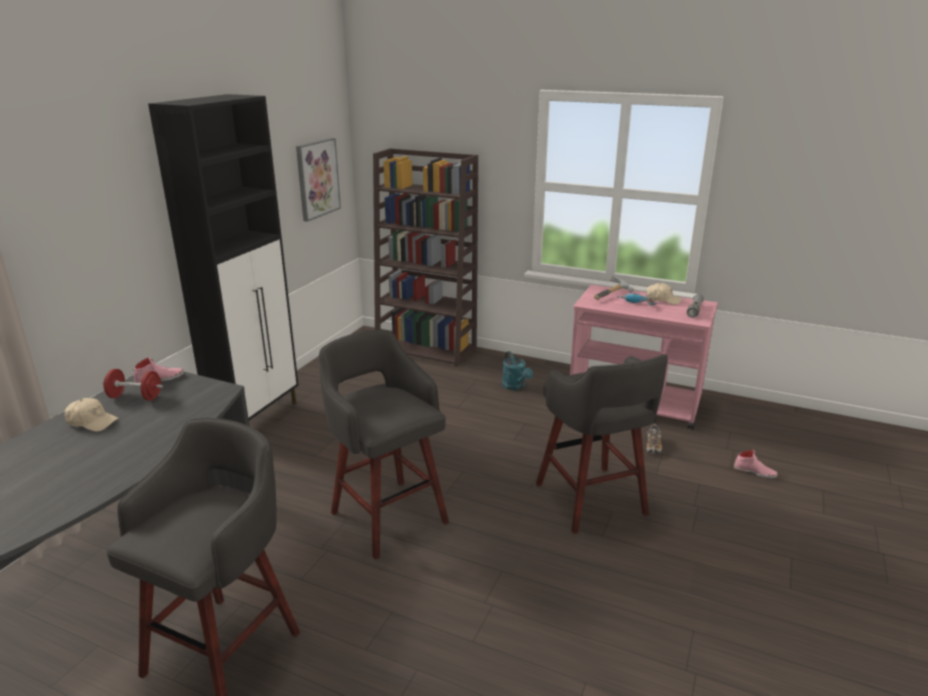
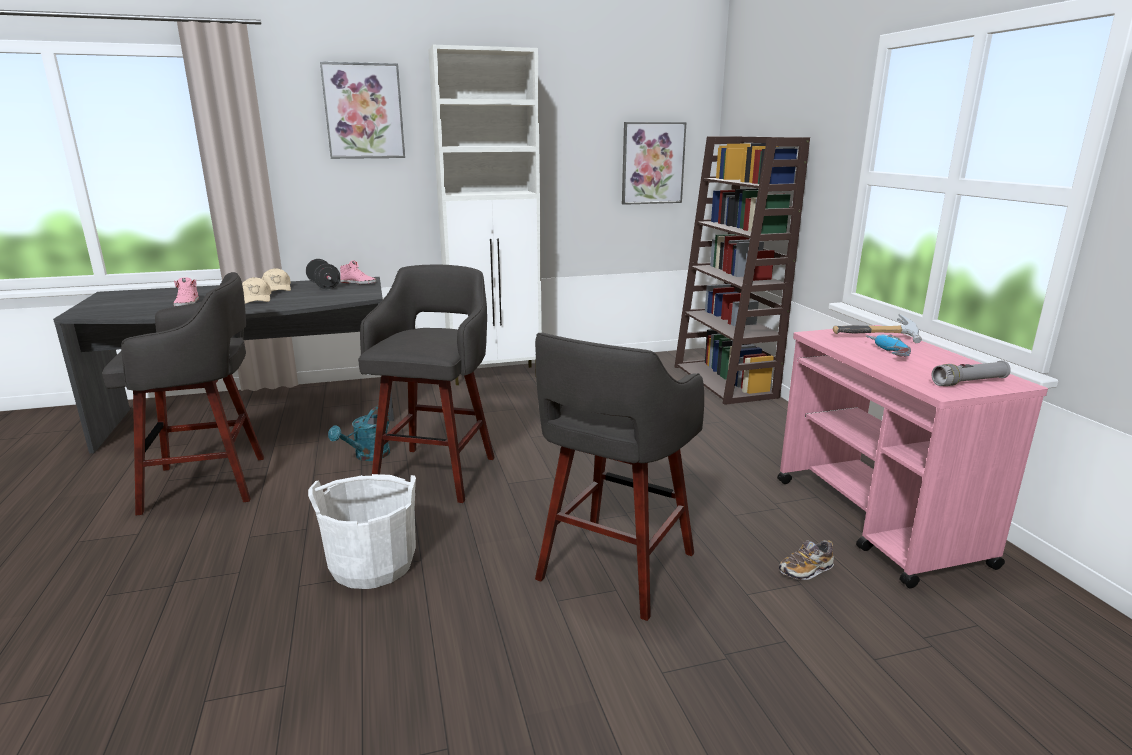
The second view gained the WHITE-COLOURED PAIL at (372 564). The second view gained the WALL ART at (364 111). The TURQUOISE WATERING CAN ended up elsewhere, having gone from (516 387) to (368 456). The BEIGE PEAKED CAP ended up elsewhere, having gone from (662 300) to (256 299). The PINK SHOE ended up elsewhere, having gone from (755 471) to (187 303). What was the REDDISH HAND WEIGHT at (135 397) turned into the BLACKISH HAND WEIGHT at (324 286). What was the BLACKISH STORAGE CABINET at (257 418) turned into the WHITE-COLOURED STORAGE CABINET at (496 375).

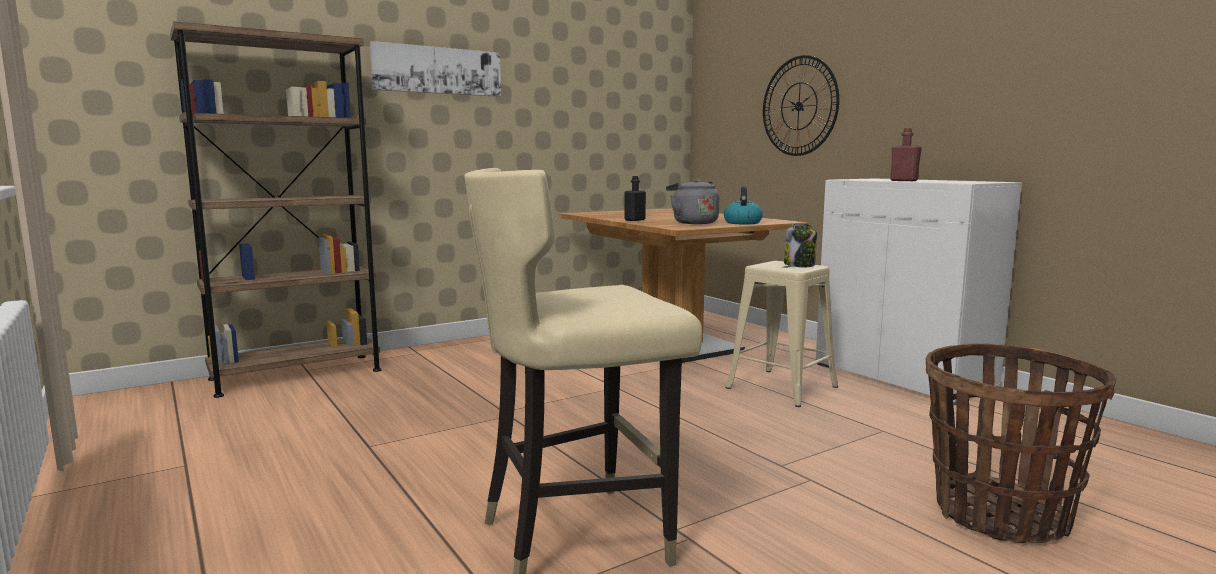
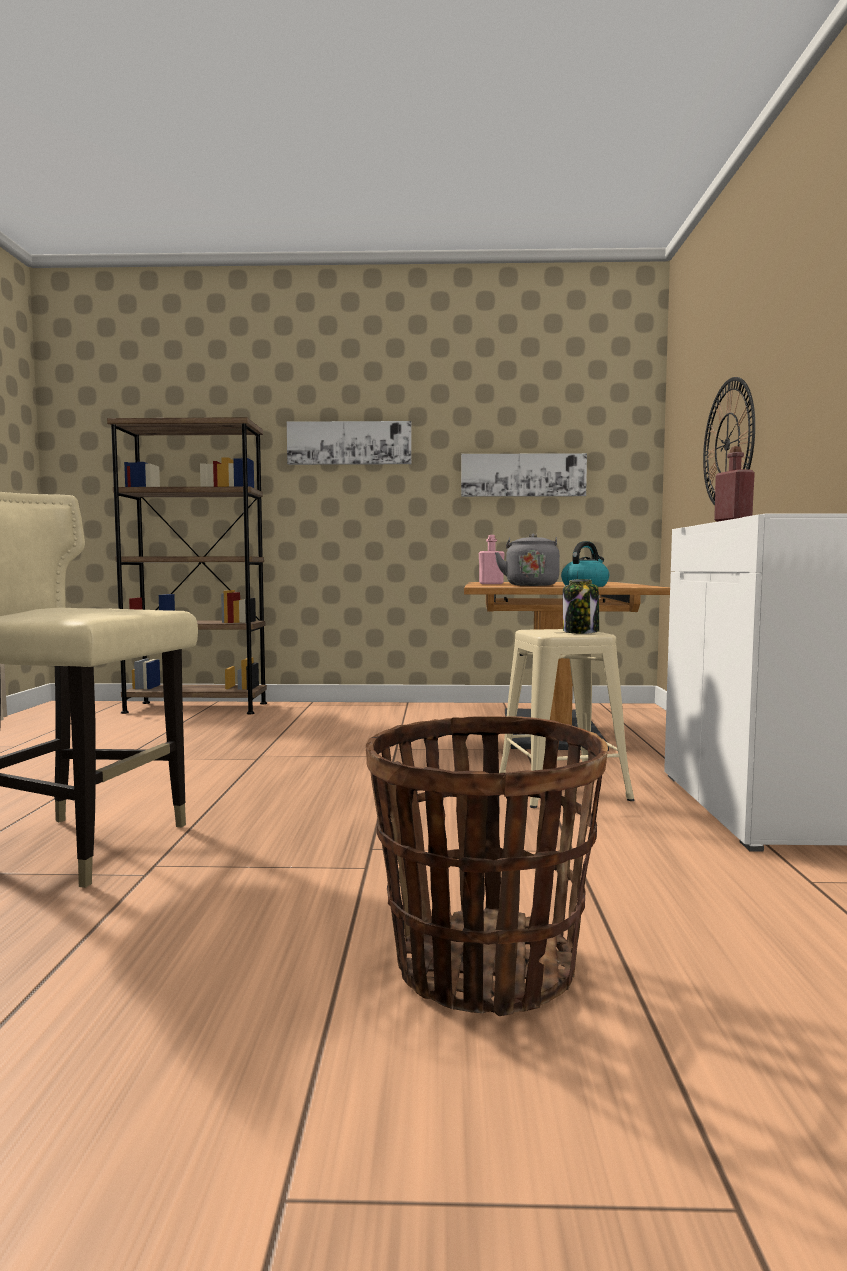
The second view gained the WALL ART at (523 475). What was the BLACKISH BOTTLE at (634 220) turned into the PINK BOTTLE at (491 584).

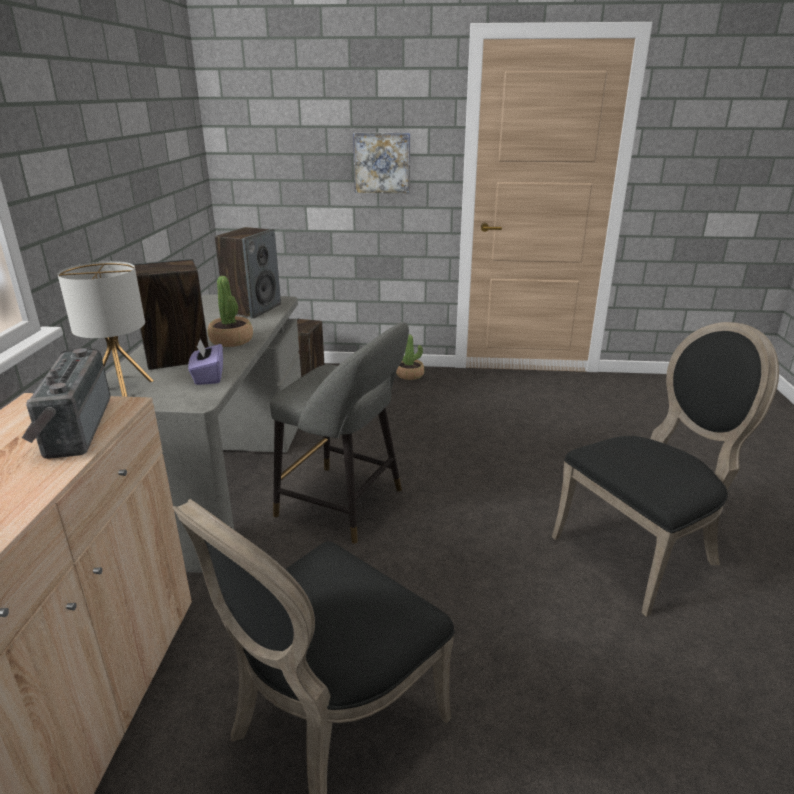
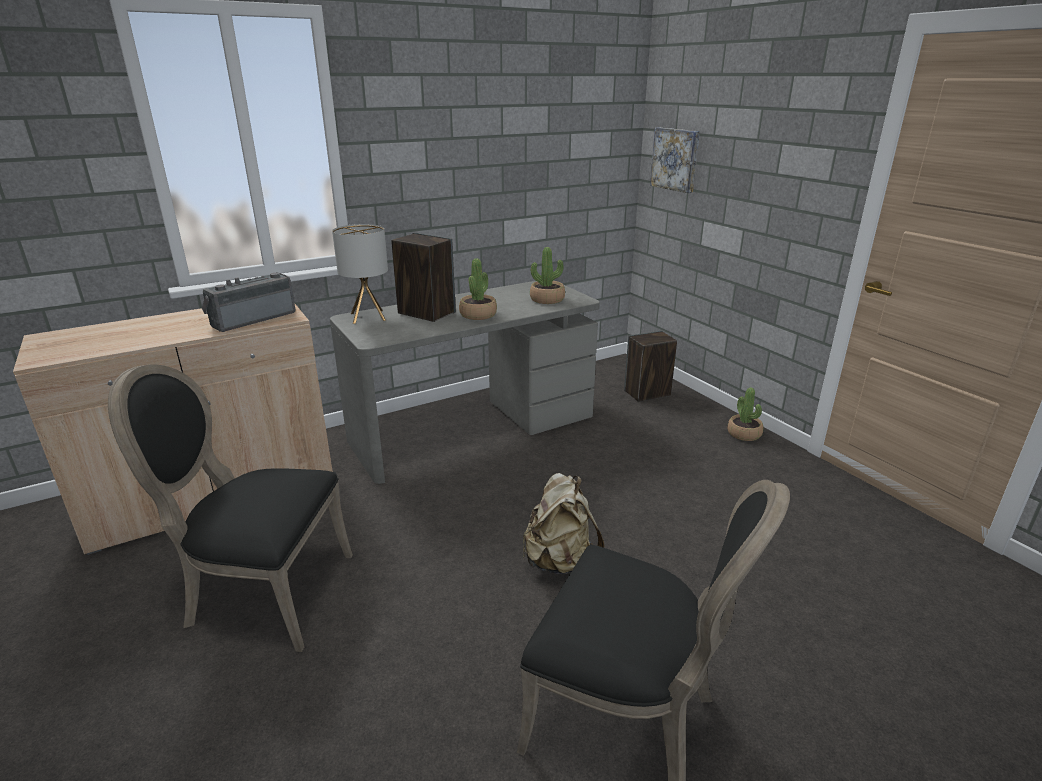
The second view lost the PURPLE BOX OF TISSUES at (208 377). The second view lost the GRAY SITTING STOOL at (346 505). The second view gained the BEIGE BACKPACK at (560 561). The WALL ART ended up elsewhere, having gone from (382 162) to (676 159). Where the LOUDSPEAKER stood at (253 309), the PLANT IN A POT came to stand at (547 299).

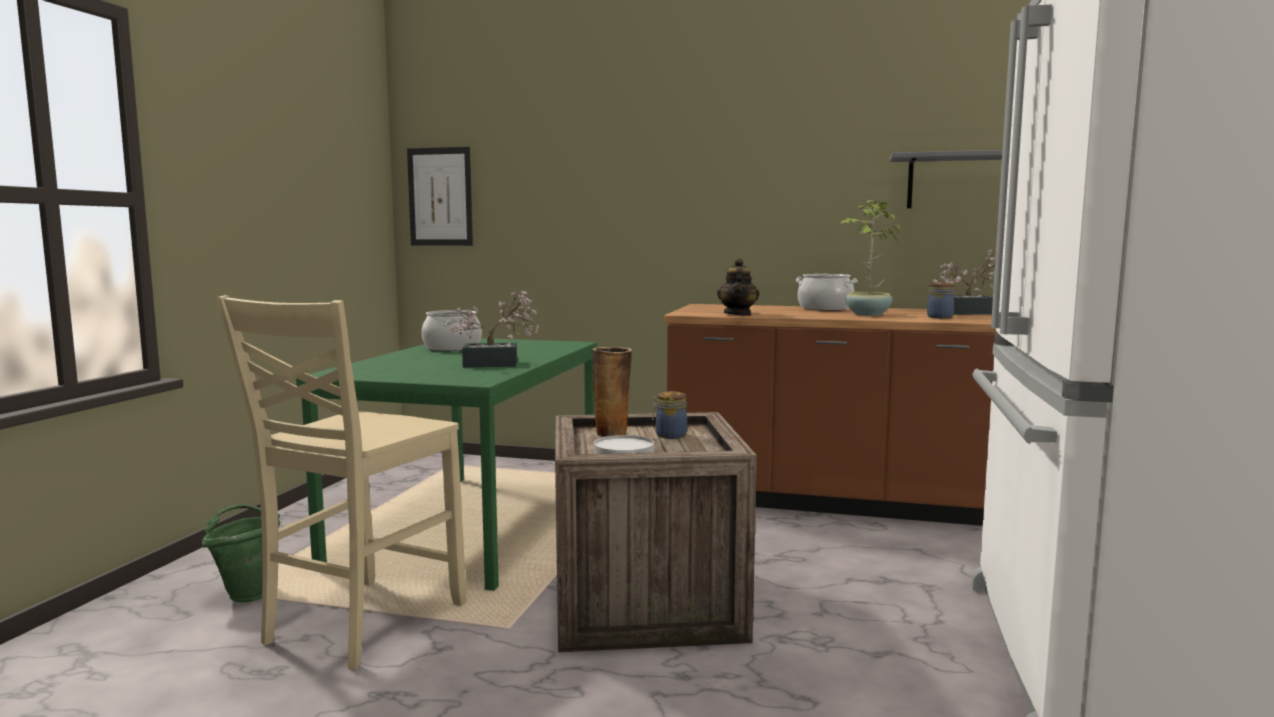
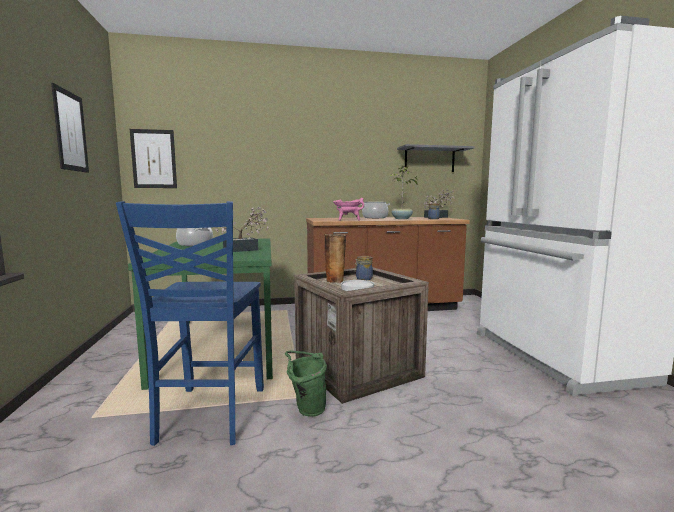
The second view gained the WALL ART at (70 131). The GREEN-COLOURED PAIL ended up elsewhere, having gone from (247 593) to (306 409). Where the POT FOR TEA stood at (738 314), the PINK SAUCEPOT came to stand at (347 220). What was the BEIGE CHAIR at (361 623) turned into the BLUE-COLOURED CHAIR at (209 415).

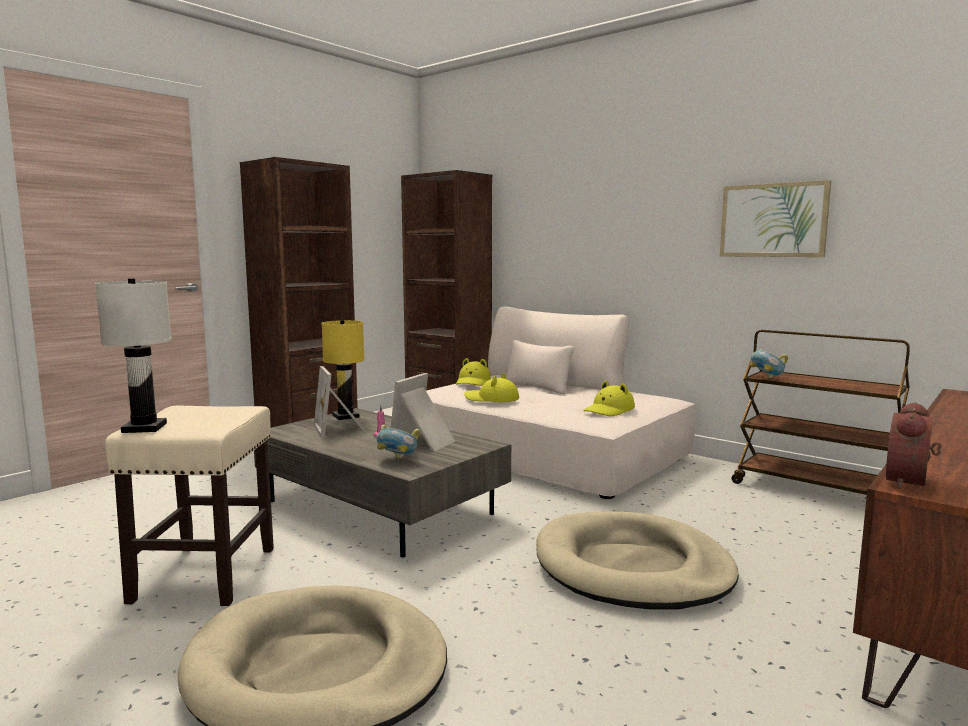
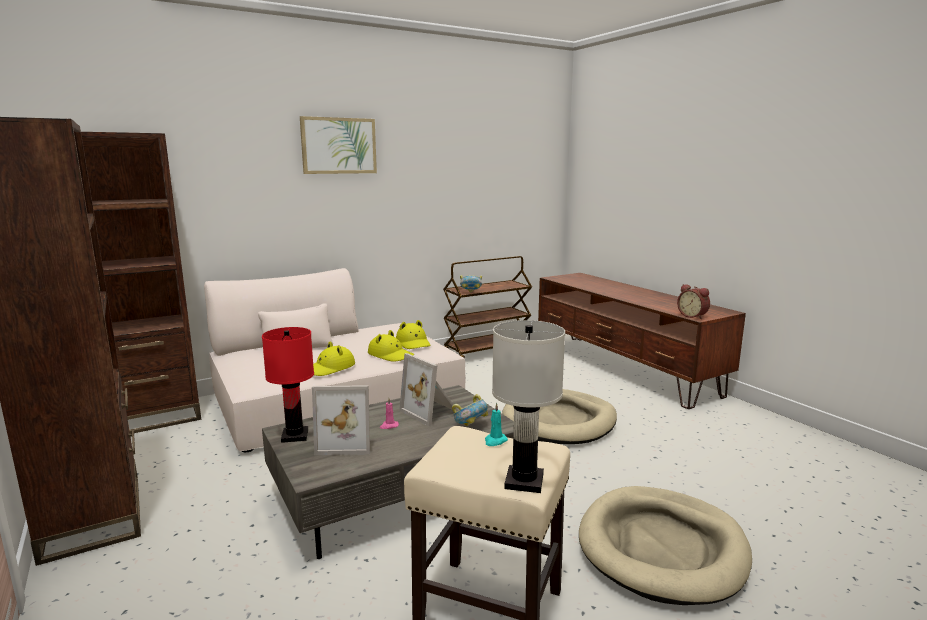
The second view gained the TURQUOISE CANDLE at (495 441). The YELLOWISH HAT ended up elsewhere, having gone from (473 382) to (390 355). The WALL ART ended up elsewhere, having gone from (773 220) to (339 146). What was the YELLOWISH LAMP FOR A TABLE at (346 416) turned into the REDDISH LAMP FOR A TABLE at (295 435).

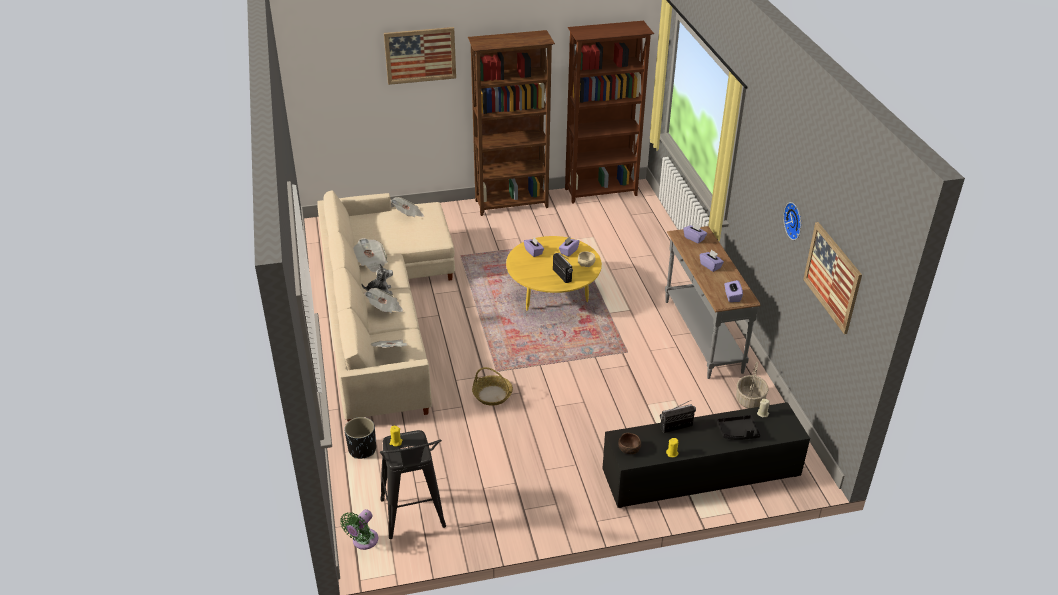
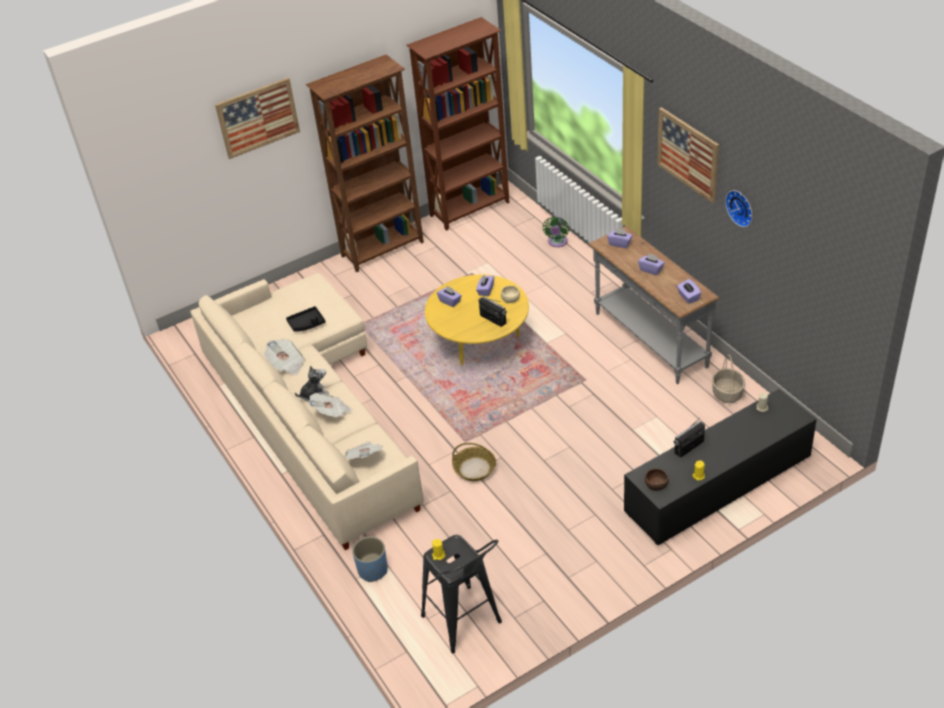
The second view lost the NEWSPAPER at (408 215). The GREEN-COLOURED COOLING FAN ended up elsewhere, having gone from (363 541) to (557 242). The BLACKISH CARRYING TRAY ended up elsewhere, having gone from (737 432) to (307 324). The WALL ART ended up elsewhere, having gone from (832 277) to (688 154). What was the BLACKISH FLOWER POT at (362 449) turned into the BLUE-COLOURED FLOWER POT at (372 570).

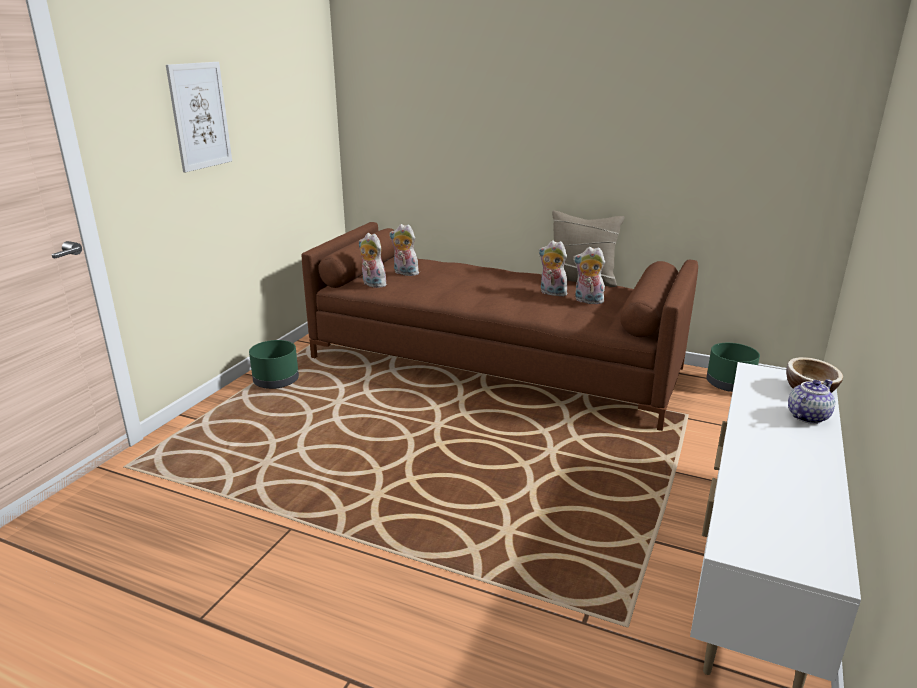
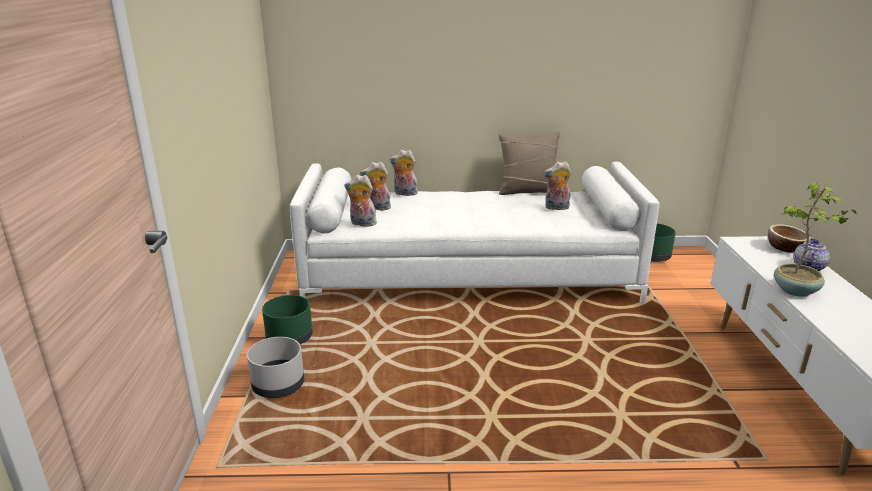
The second view lost the WALL ART at (200 116). The second view gained the GRAY FLOWER POT at (279 386). The second view gained the PLANT IN A POT at (796 291). The SOFT TOY ended up elsewhere, having gone from (551 293) to (404 194). What was the BROWN-COLOURED SETTEE at (494 363) turned into the WHITE-COLOURED SETTEE at (469 276).

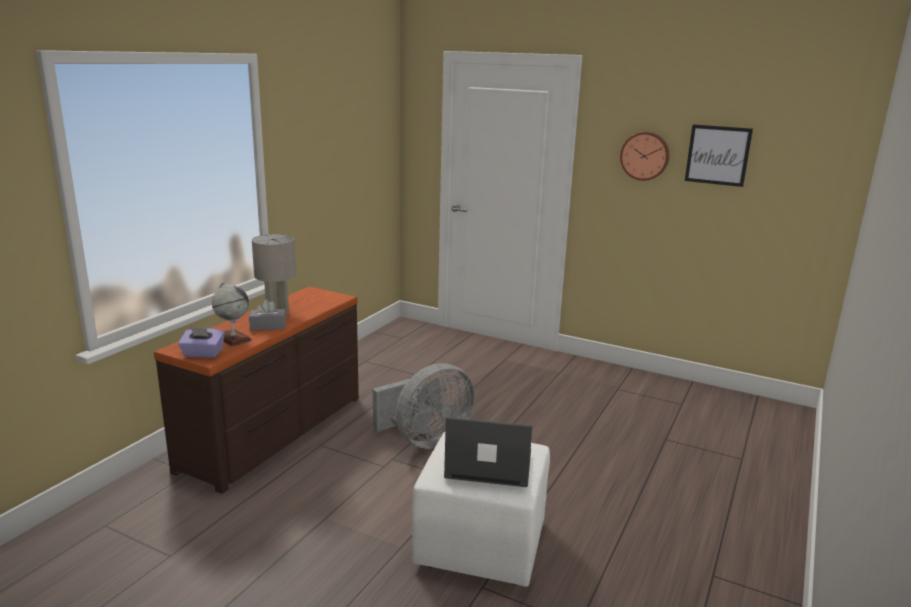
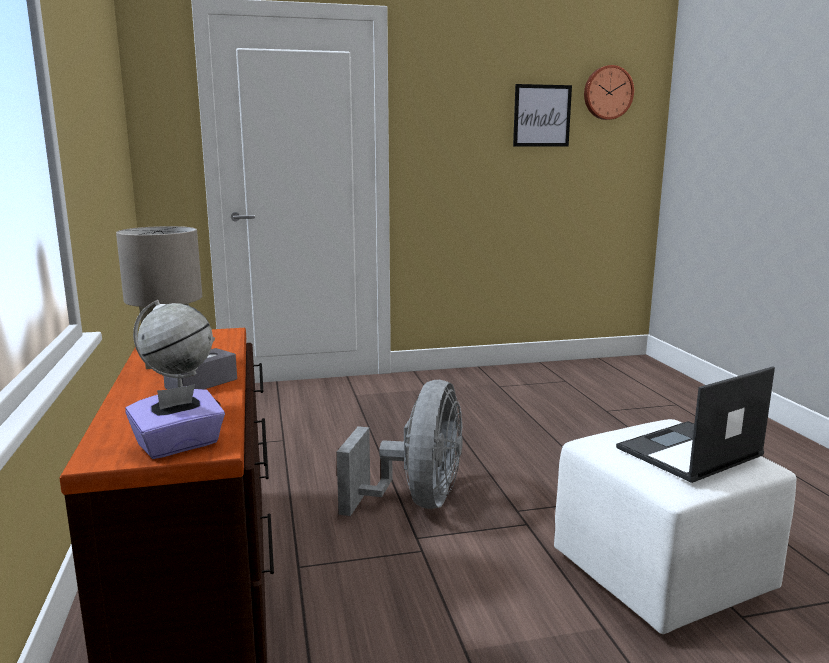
The CLOCK ON THE WALL ended up elsewhere, having gone from (645 156) to (607 93).

